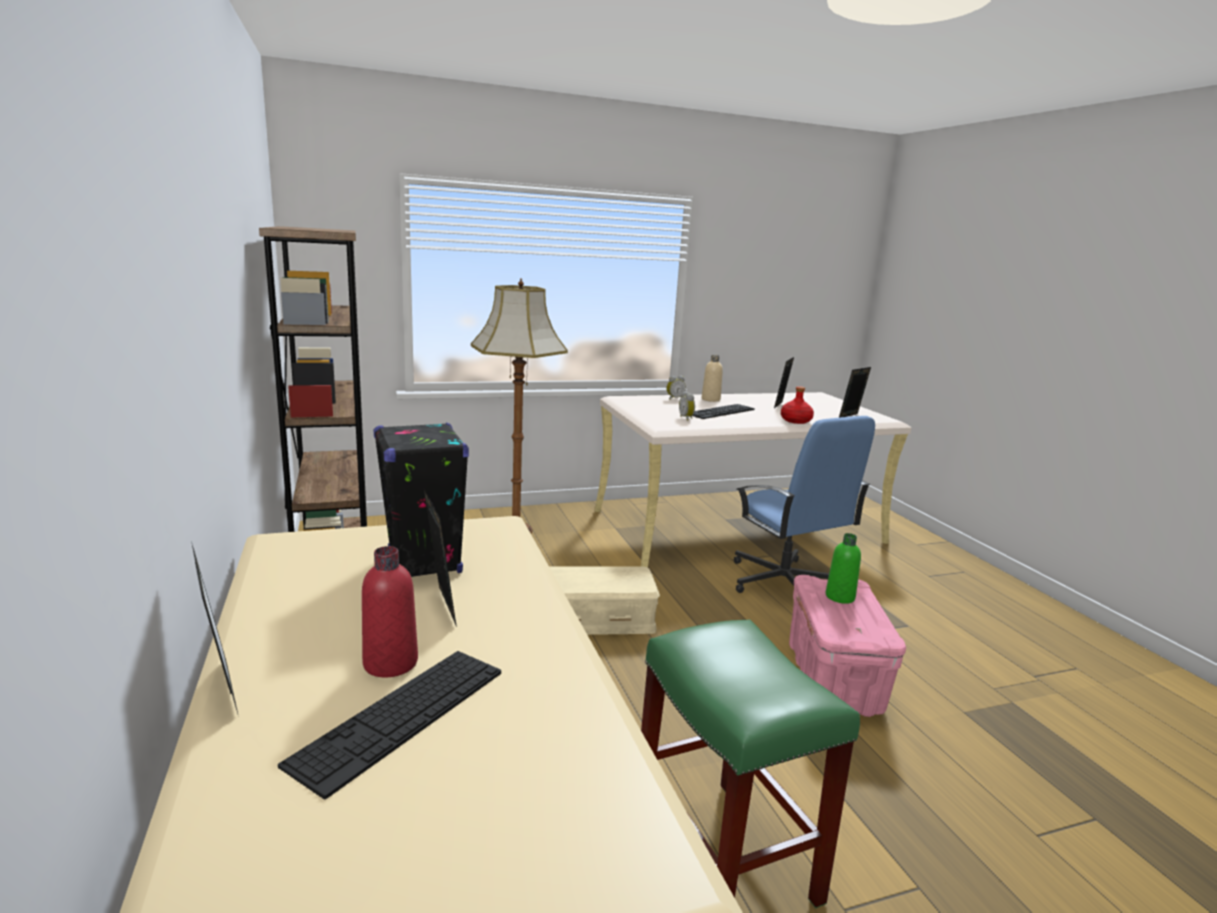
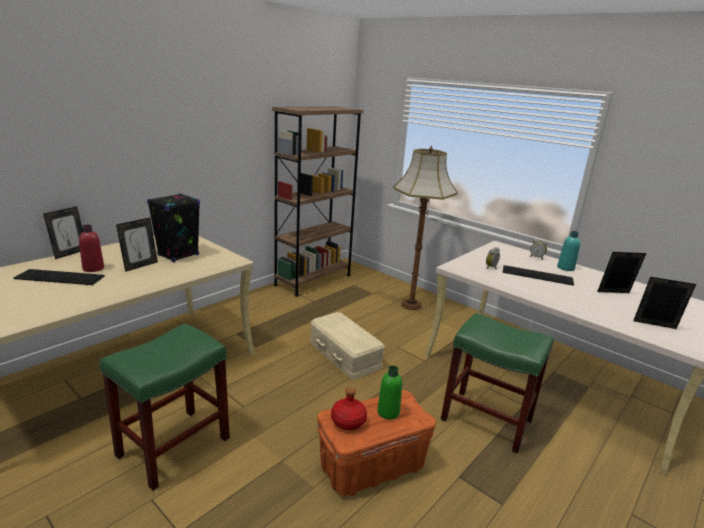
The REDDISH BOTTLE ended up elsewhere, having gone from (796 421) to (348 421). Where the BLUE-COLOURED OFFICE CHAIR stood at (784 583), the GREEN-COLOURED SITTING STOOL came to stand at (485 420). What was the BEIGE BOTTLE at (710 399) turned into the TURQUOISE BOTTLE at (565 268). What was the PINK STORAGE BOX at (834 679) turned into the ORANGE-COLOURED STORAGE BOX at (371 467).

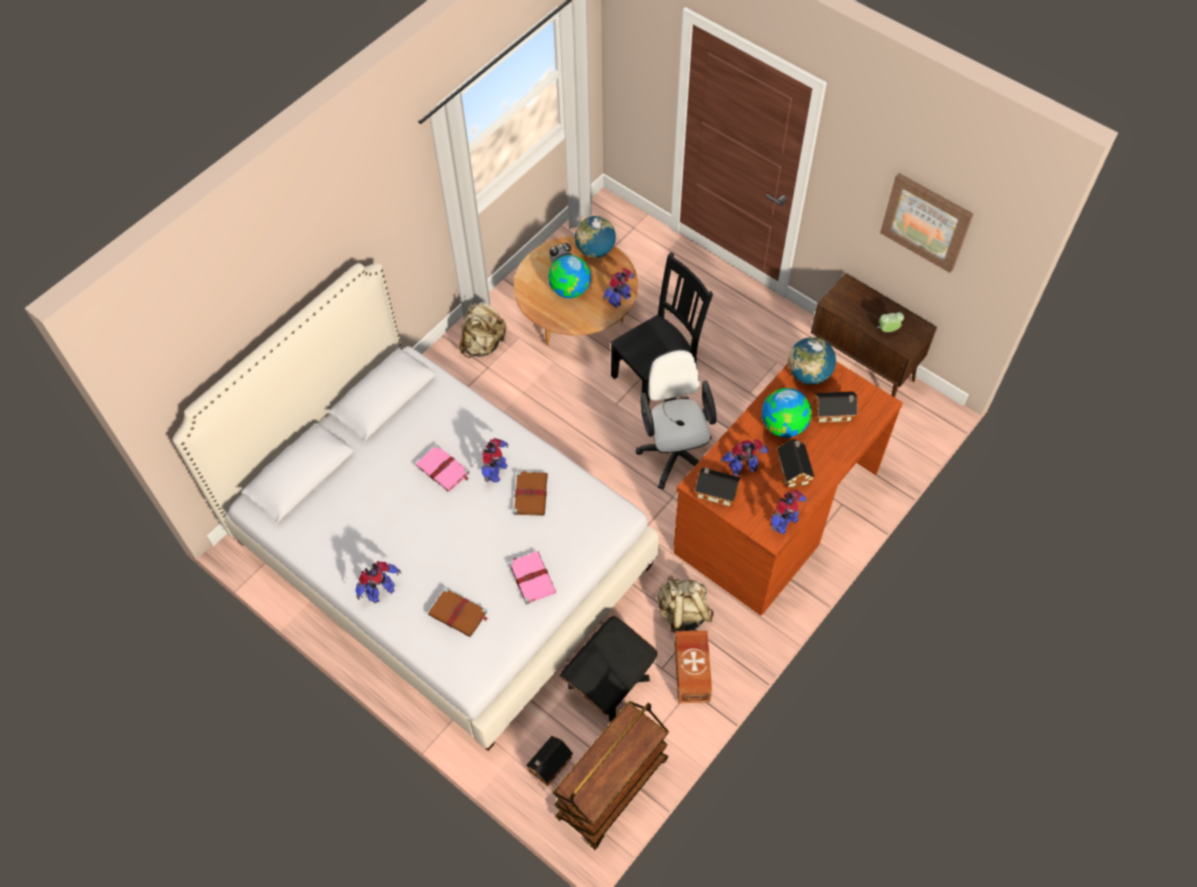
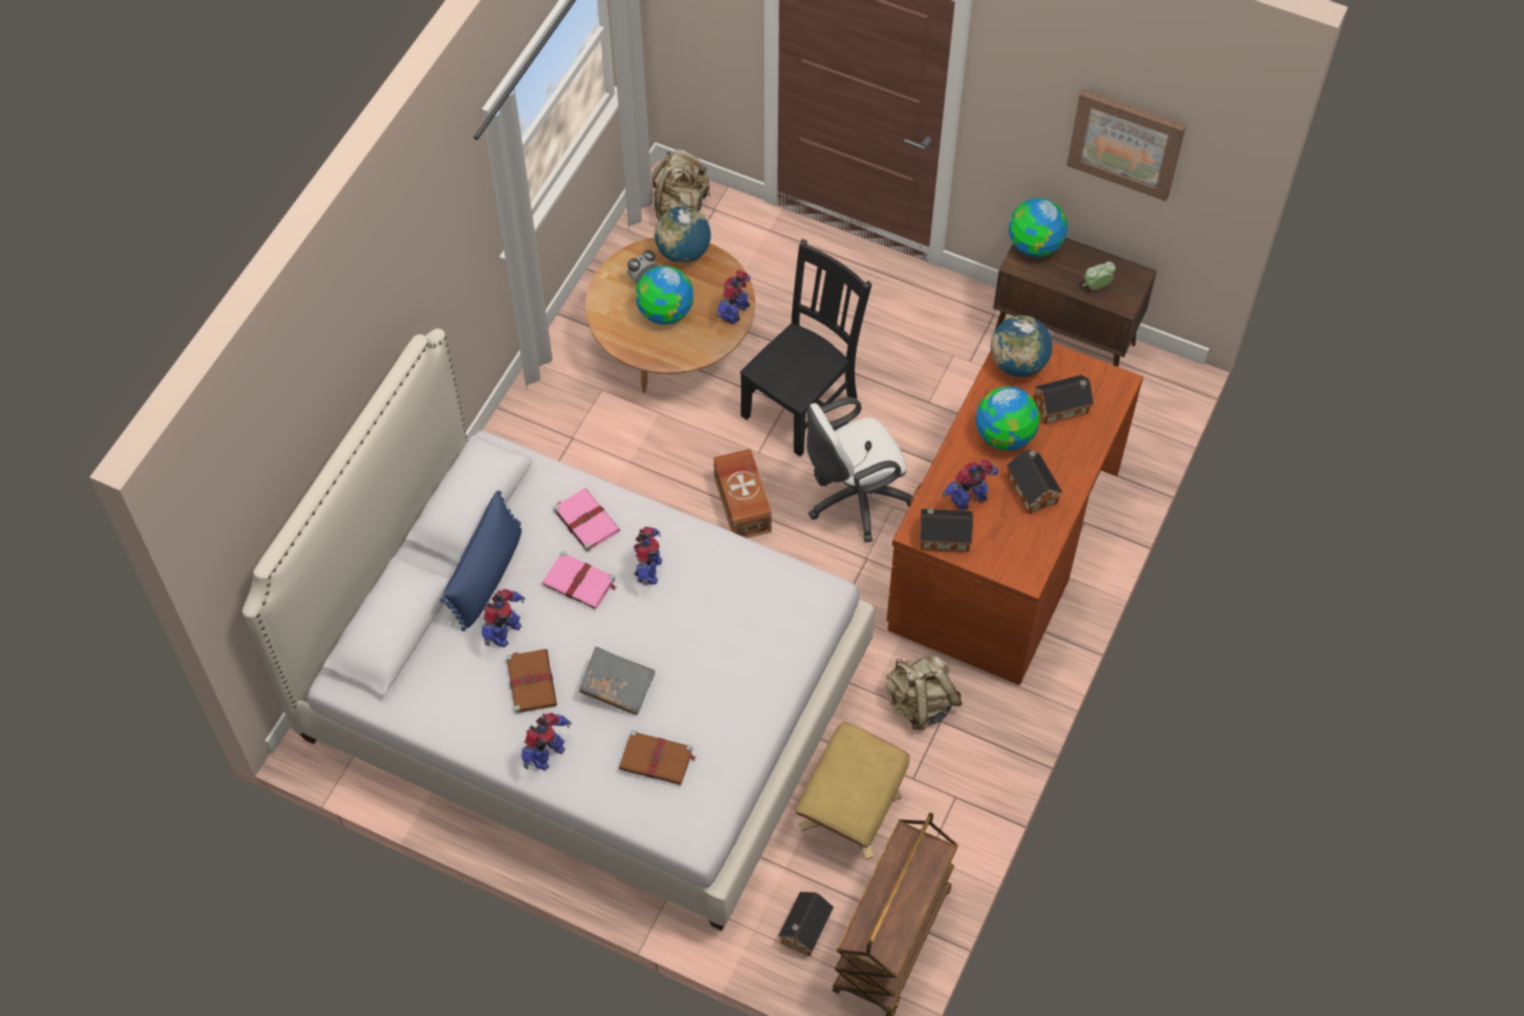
The second view gained the BLUE-COLOURED THROW PILLOW at (487 574). The second view gained the GRAY BOOK at (617 686). The second view gained the GLOBE at (1034 245). The BEIGE BACKPACK ended up elsewhere, having gone from (483 344) to (680 207). The PINK BOOK ended up elsewhere, having gone from (531 577) to (585 520). The BROWN-COLOURED BOOK ended up elsewhere, having gone from (530 494) to (531 681). The BROWN-COLOURED STORAGE BOX ended up elsewhere, having gone from (692 671) to (743 503). The MODEL ROBOT ended up elsewhere, having gone from (784 522) to (504 632). What was the BLACKISH POUFFE at (608 681) turned into the BEIGE POUFFE at (850 810). The WHITE-COLOURED OFFICE CHAIR at (675 451) ended up facing another way, 90 degrees counterclockwise from before.

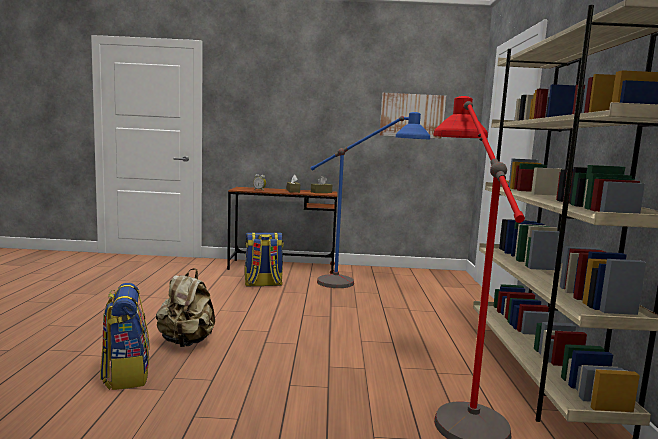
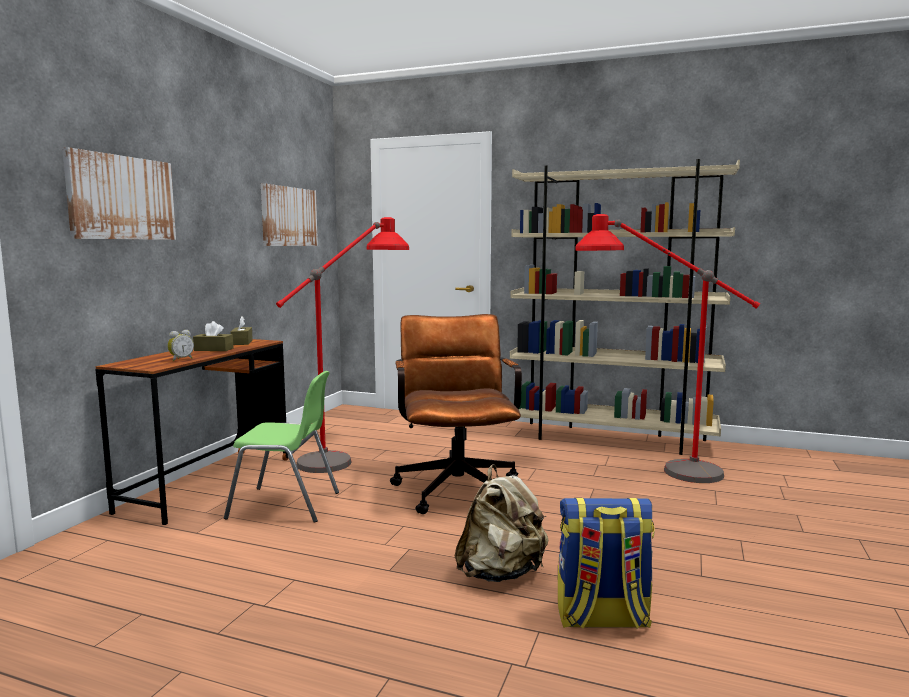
The second view gained the WALL ART at (121 198). The second view gained the BROWN-COLOURED OFFICE CHAIR at (456 485). Where the BACKPACK stood at (263 284), the GREEN-COLOURED CHAIR came to stand at (286 505). What was the BLUE-COLOURED STANDARD LAMP at (361 286) turned into the REDDISH STANDARD LAMP at (353 453).

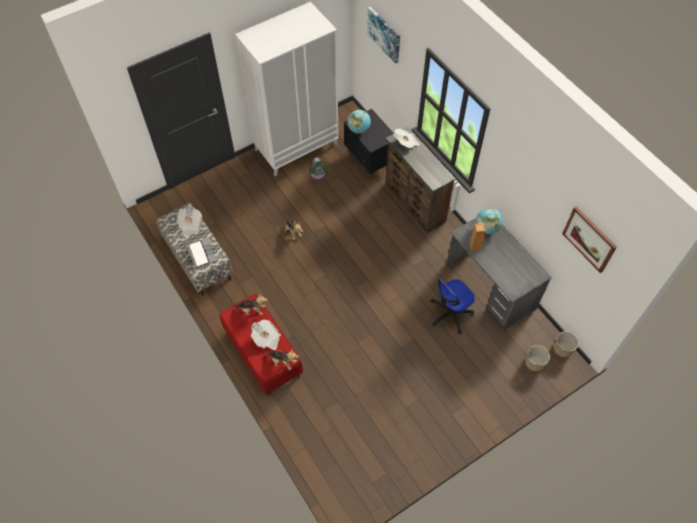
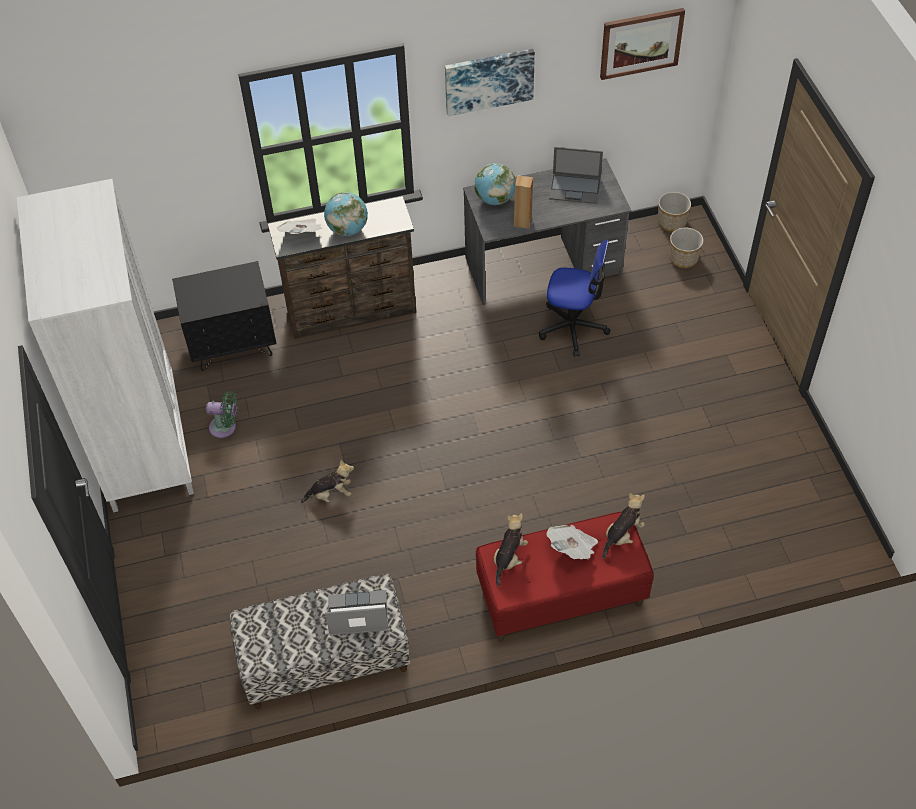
The second view lost the NEWSPAPER at (190 225). The second view gained the NOTEBOOK COMPUTER at (575 188). The GLOBE ended up elsewhere, having gone from (359 129) to (347 229). The WALL ART ended up elsewhere, having gone from (384 34) to (489 80). The OFFICE CHAIR at (450 314) ended up facing another way, 60 degrees counterclockwise from before.

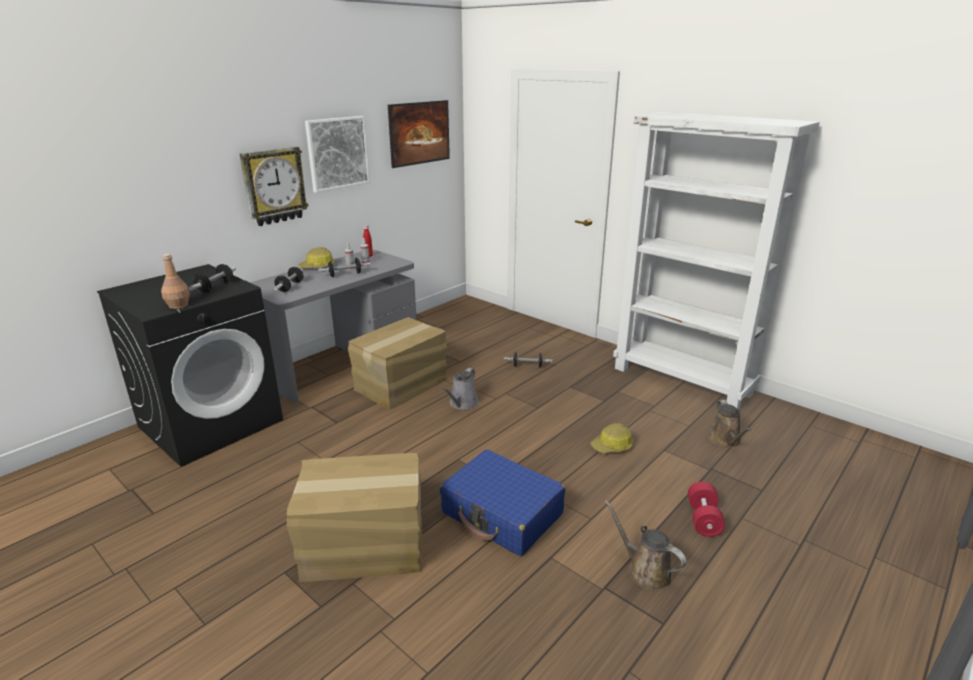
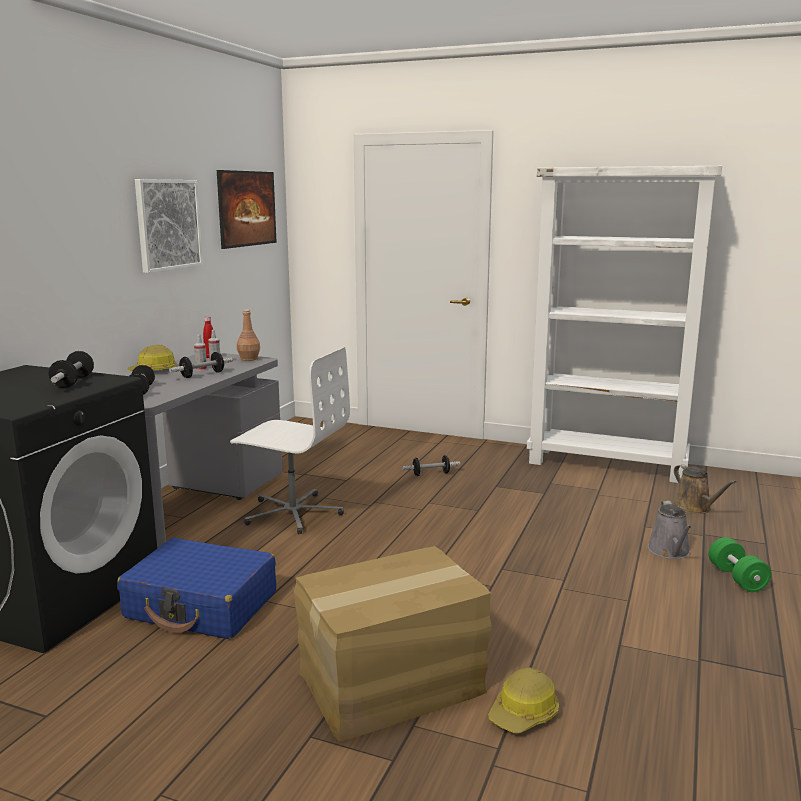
The second view lost the CLOCK ON THE WALL at (274 186). The second view lost the BROWN-COLOURED WATERING CAN at (645 570). The BROWN-COLOURED BOTTLE ended up elsewhere, having gone from (178 305) to (248 359). The BLUE-COLOURED PIECE OF LUGGAGE ended up elsewhere, having gone from (502 514) to (201 605). The GRAY WATERING CAN ended up elsewhere, having gone from (462 403) to (670 552). The SAFETY HELMET ended up elsewhere, having gone from (612 446) to (524 714). Where the PACKING BOX stood at (401 385), the WHITE-COLOURED OFFICE CHAIR came to stand at (293 513). What was the REDDISH HAND WEIGHT at (703 519) turned into the GREEN-COLOURED HAND WEIGHT at (737 578).

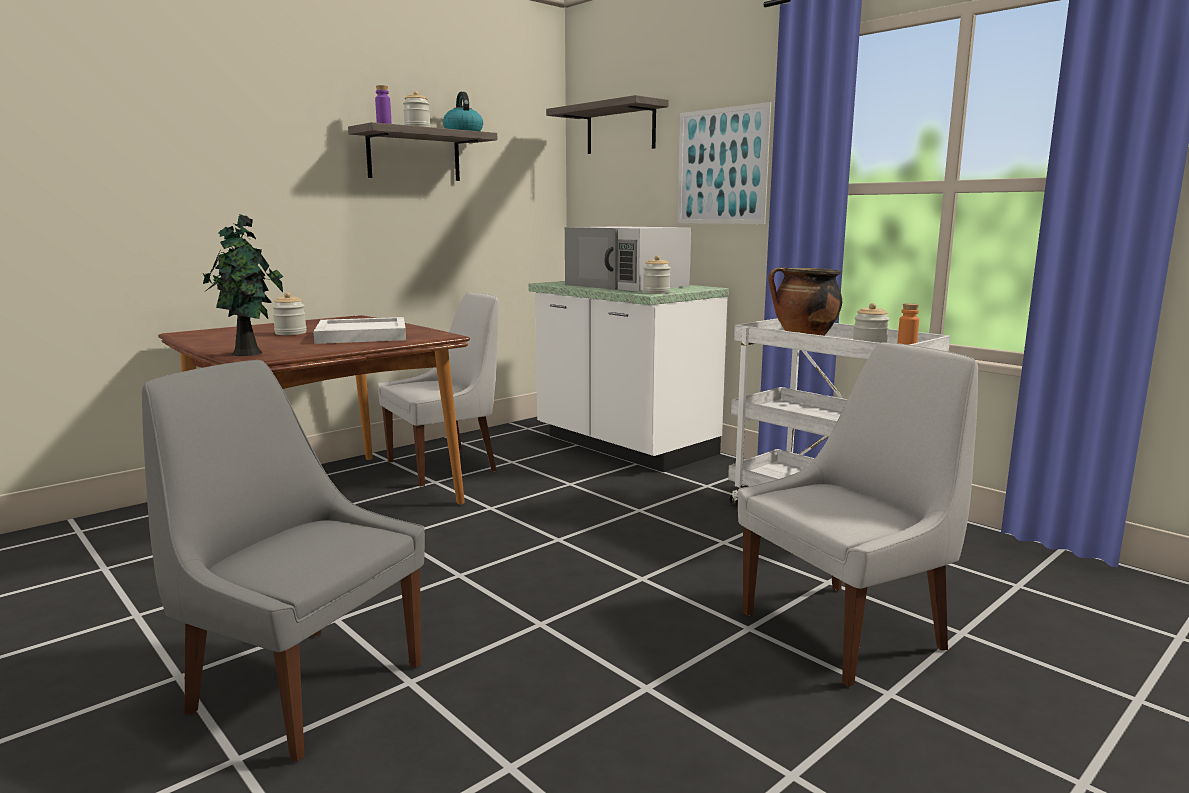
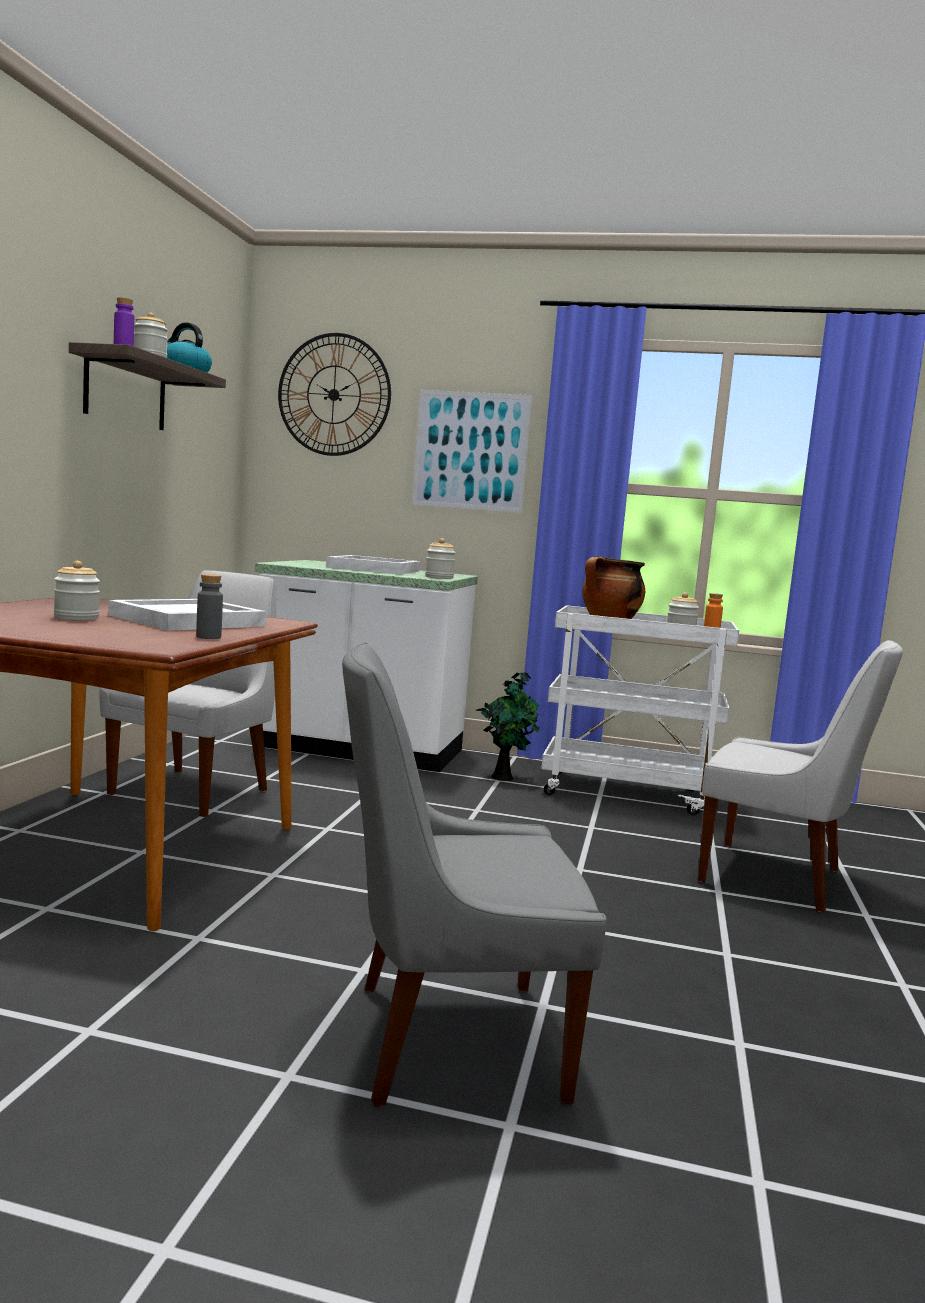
The second view gained the GRAY BOTTLE at (208 637). The PLANT IN A POT ended up elsewhere, having gone from (249 353) to (504 777). Where the WALL SHELF hung at (620 129), the CLOCK ON THE WALL came to hang at (334 395). Where the WHITE-COLOURED MICROWAVE stood at (627 285), the WHITE-COLOURED CARRYING TRAY came to stand at (375 569). The WHITE-COLOURED CHAIR at (847 629) ended up facing another way, 90 degrees clockwise from before.

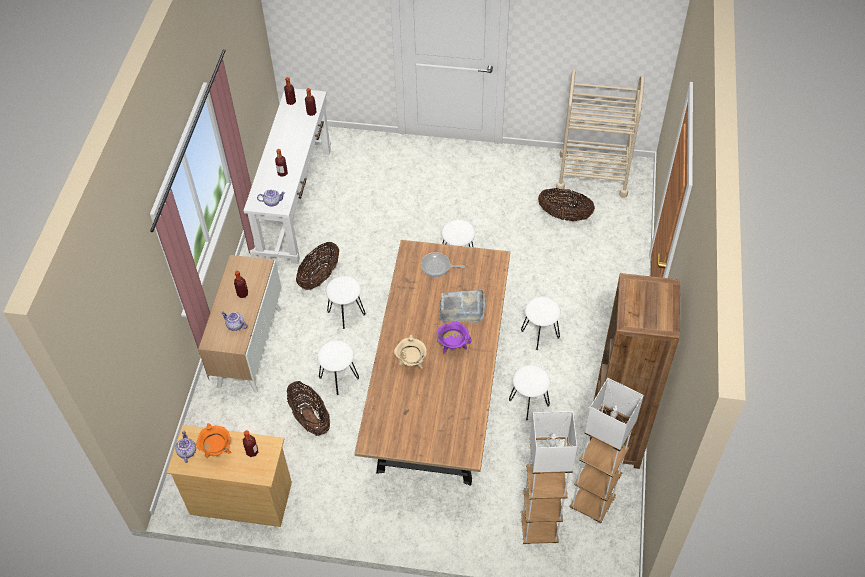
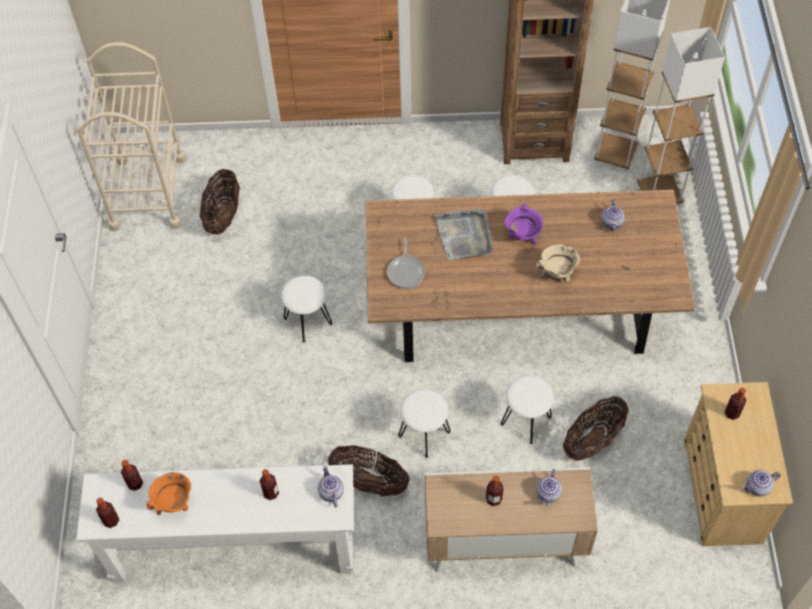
The second view gained the POT FOR TEA at (612 222). The ORANGE-COLOURED SAUCEPOT ended up elsewhere, having gone from (217 450) to (174 504).

